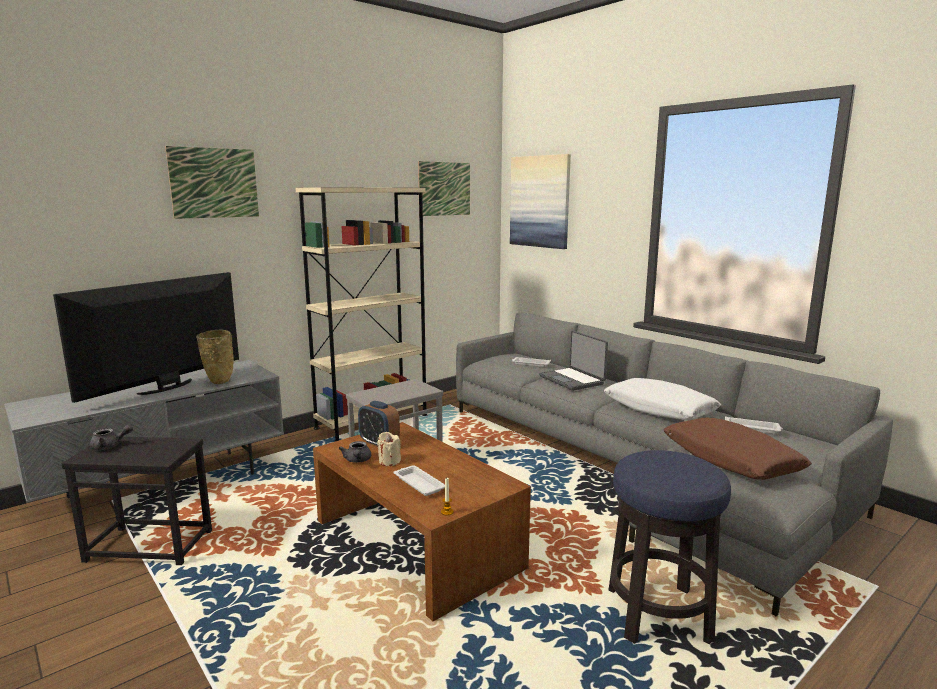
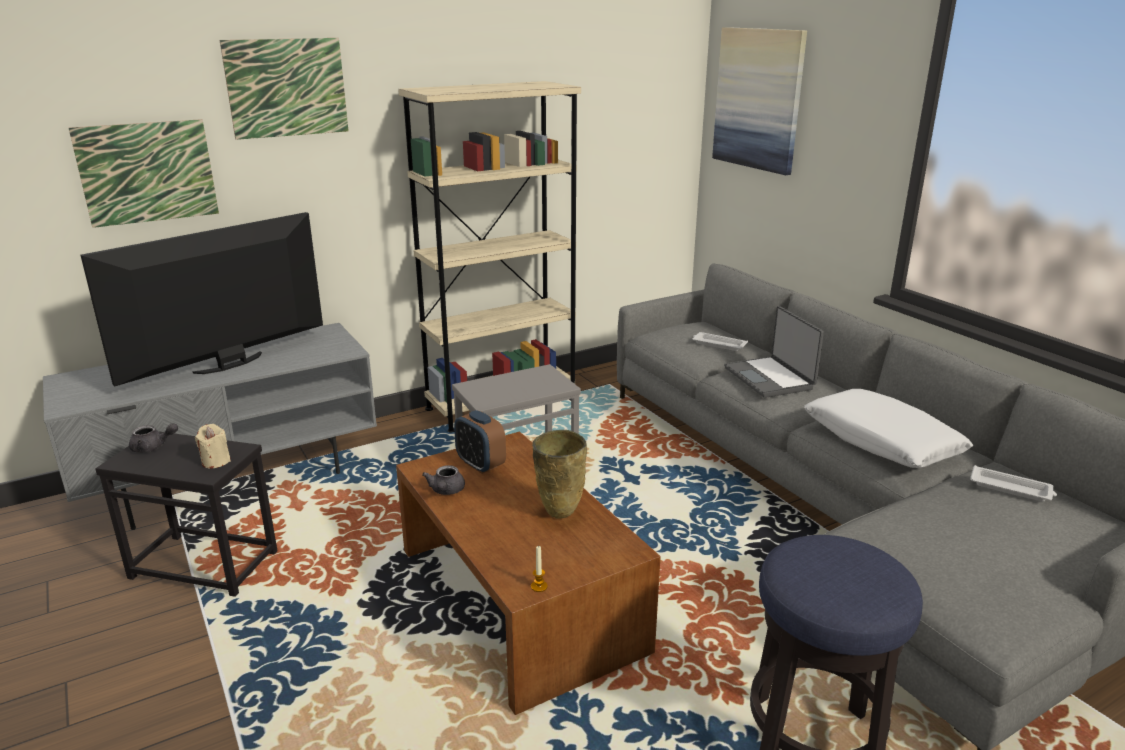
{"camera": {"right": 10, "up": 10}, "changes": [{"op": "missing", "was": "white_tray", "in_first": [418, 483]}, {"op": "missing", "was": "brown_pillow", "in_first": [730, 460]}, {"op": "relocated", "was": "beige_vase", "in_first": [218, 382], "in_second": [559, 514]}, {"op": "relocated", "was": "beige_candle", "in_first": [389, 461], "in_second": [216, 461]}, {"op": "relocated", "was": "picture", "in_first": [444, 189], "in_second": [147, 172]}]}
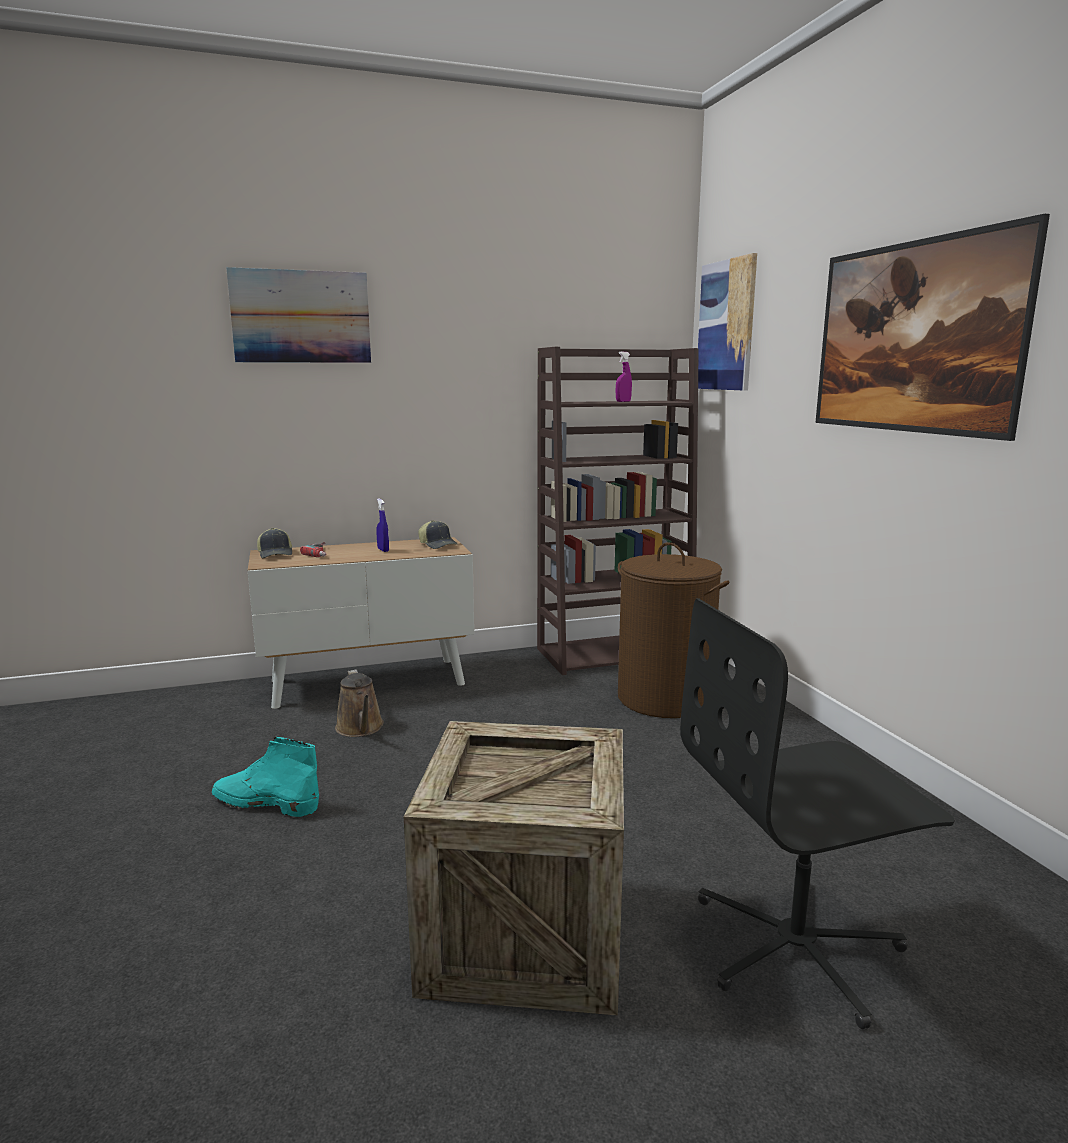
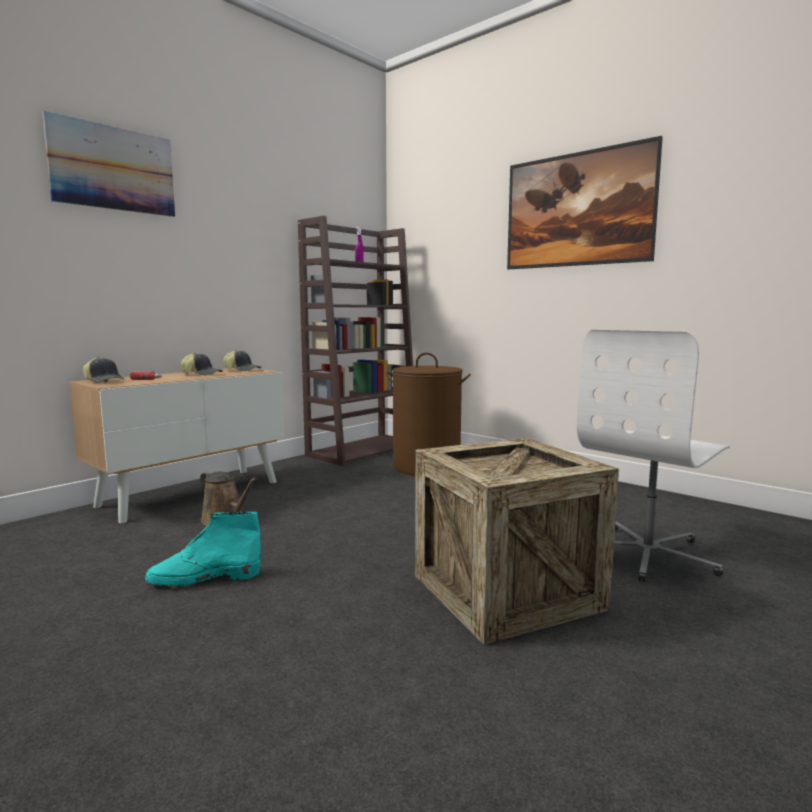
{"camera": {"right": -30, "up": -5}, "changes": [{"op": "missing", "was": "picture", "in_first": [726, 326]}, {"op": "exchanged", "was": "blue_spray_bottle", "now": "cap", "in_first": [383, 550], "in_second": [202, 374]}, {"op": "colour", "was": "black_office_chair", "now": "white_office_chair", "in_first": [797, 947], "in_second": [648, 554]}]}
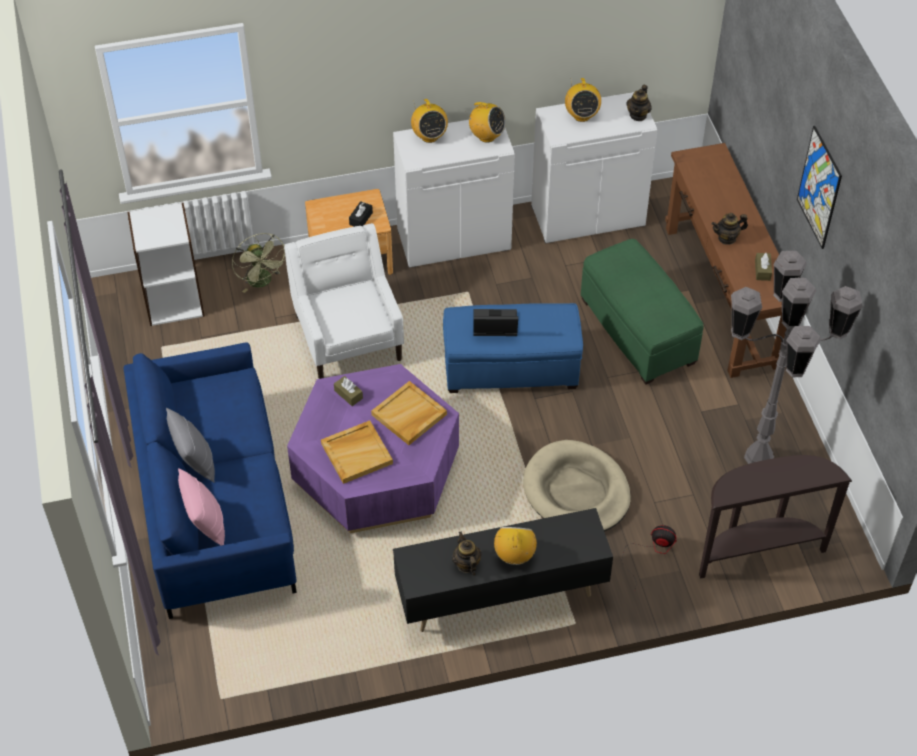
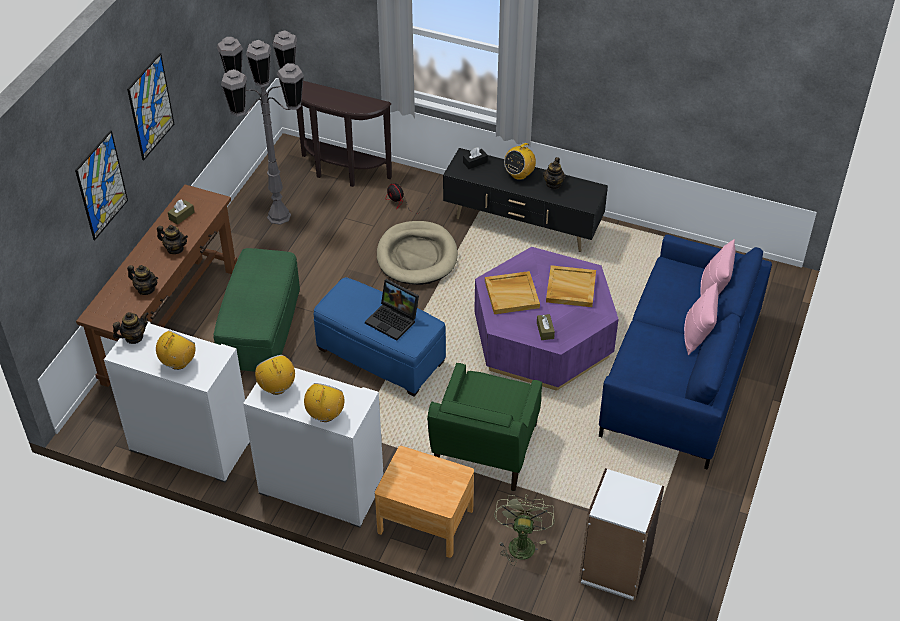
{"camera": {"right": -145, "up": -5}, "changes": [{"op": "appeared", "now": "picture", "in_second": [101, 185]}, {"op": "appeared", "now": "teapot", "in_second": [146, 289]}, {"op": "relocated", "was": "black_tissue_box", "in_first": [361, 219], "in_second": [475, 162]}, {"op": "colour", "was": "grey_pillow", "now": "pink_pillow", "in_first": [195, 461], "in_second": [697, 335]}, {"op": "colour", "was": "white_armchair", "now": "green_armchair", "in_first": [348, 336], "in_second": [484, 450]}]}
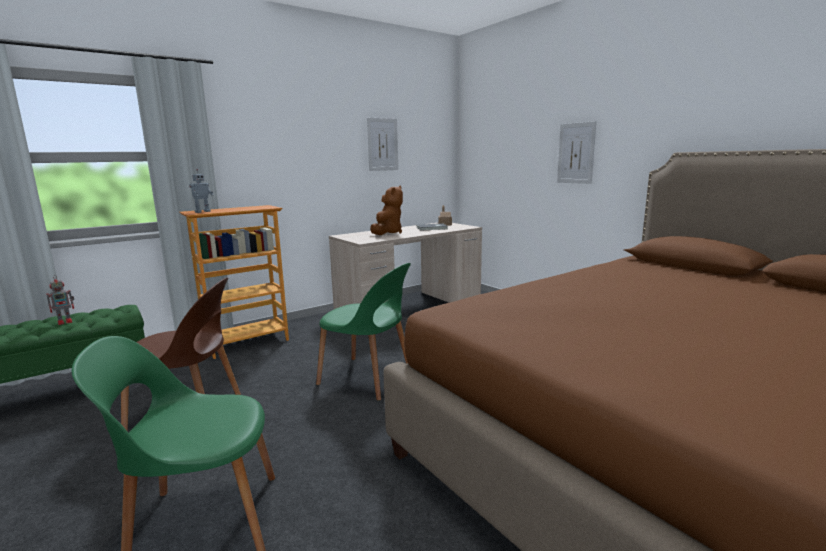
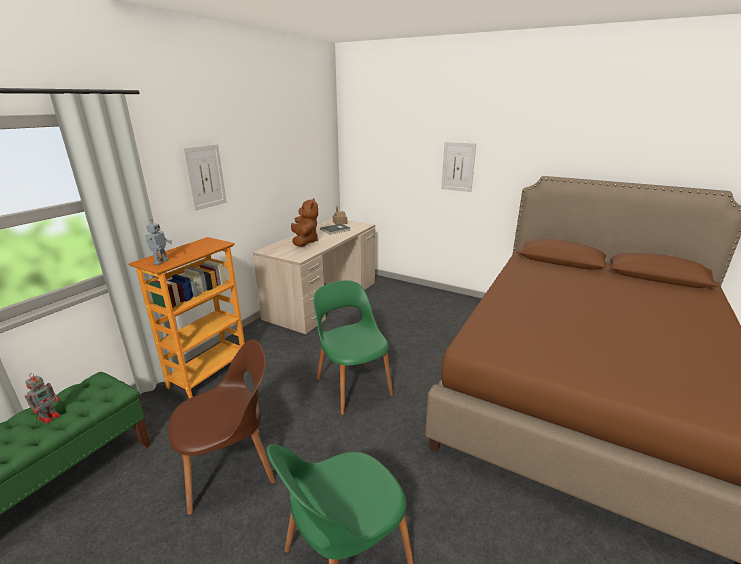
{"camera": {"right": -25, "up": 10}, "changes": [{"op": "relocated", "was": "picture", "in_first": [382, 144], "in_second": [205, 177]}, {"op": "spun", "was": "green_chair", "in_first": [367, 378], "in_second": [353, 385], "clockwise": -120}]}
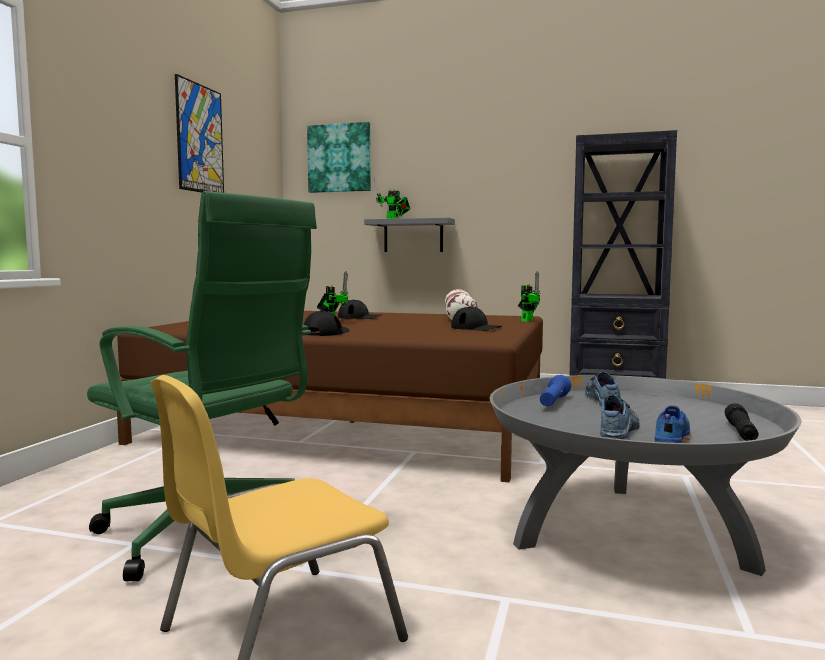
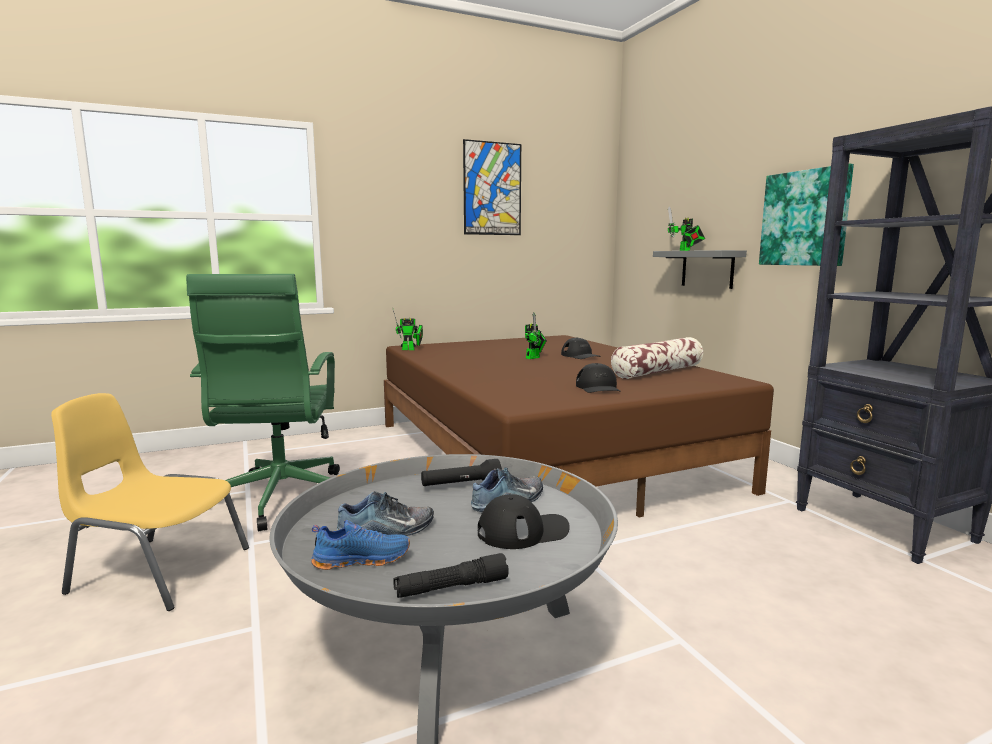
{"camera": {"right": 50, "up": 5}, "changes": [{"op": "relocated", "was": "black_cap", "in_first": [326, 333], "in_second": [523, 531]}, {"op": "relocated", "was": "picture", "in_first": [339, 158], "in_second": [804, 218]}, {"op": "relocated", "was": "toy_robot", "in_first": [528, 320], "in_second": [410, 349]}, {"op": "colour", "was": "blue_flashlight", "now": "black_flashlight", "in_first": [553, 402], "in_second": [461, 485]}]}
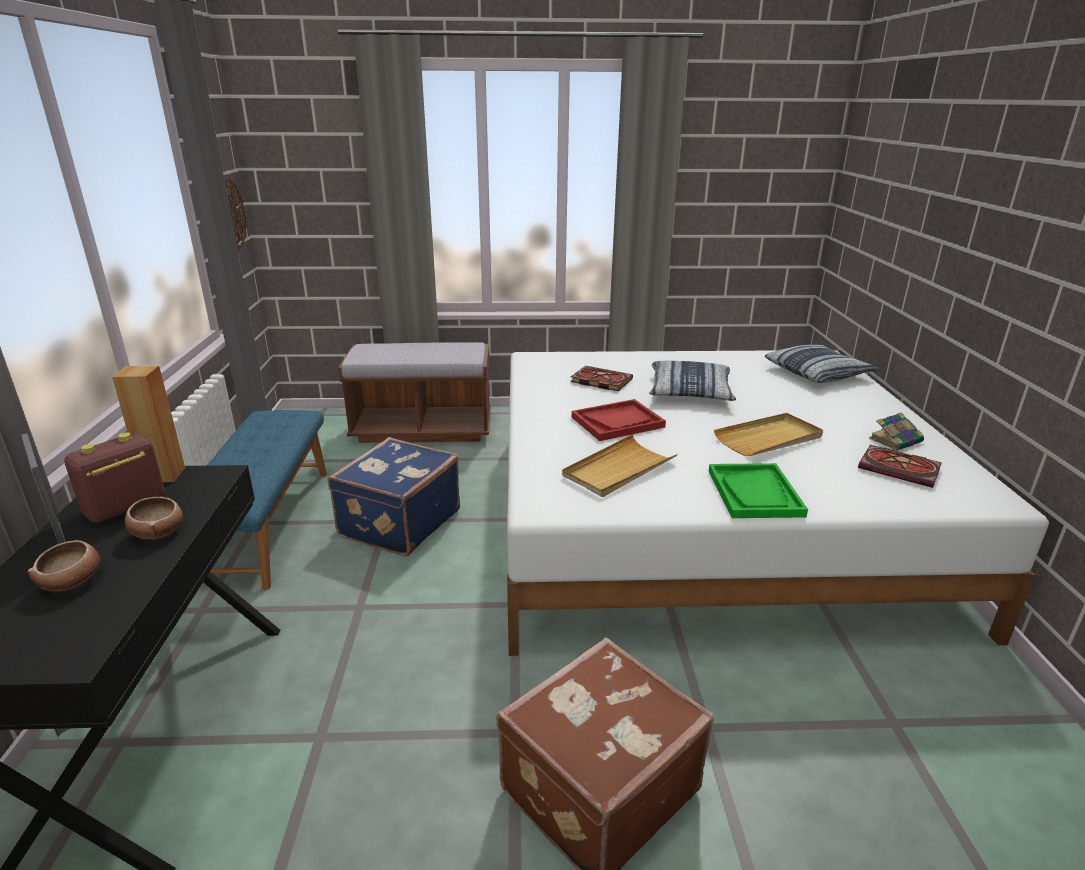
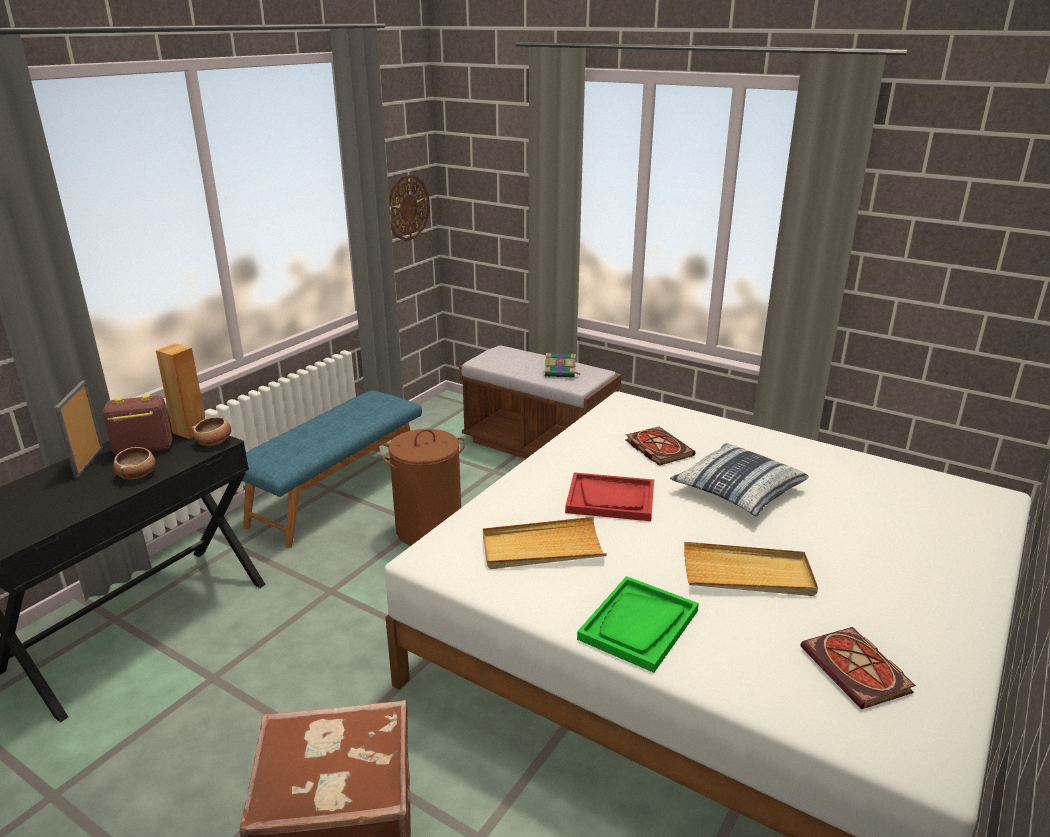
{"camera": {"right": 35, "up": 0}, "changes": [{"op": "missing", "was": "pillow", "in_first": [818, 373]}, {"op": "relocated", "was": "bowl", "in_first": [73, 581], "in_second": [214, 442]}, {"op": "relocated", "was": "book", "in_first": [896, 440], "in_second": [561, 372]}, {"op": "exchanged", "was": "blue_suitcase", "now": "brown_laundry_basket", "in_first": [398, 523], "in_second": [428, 530]}]}
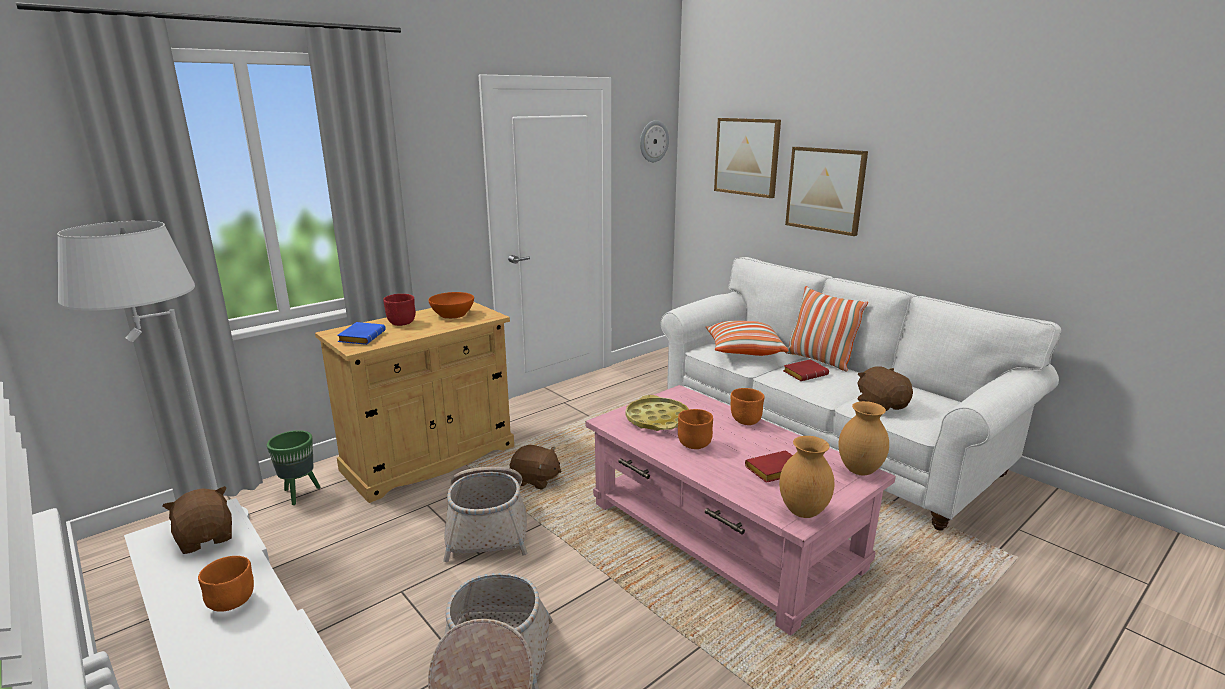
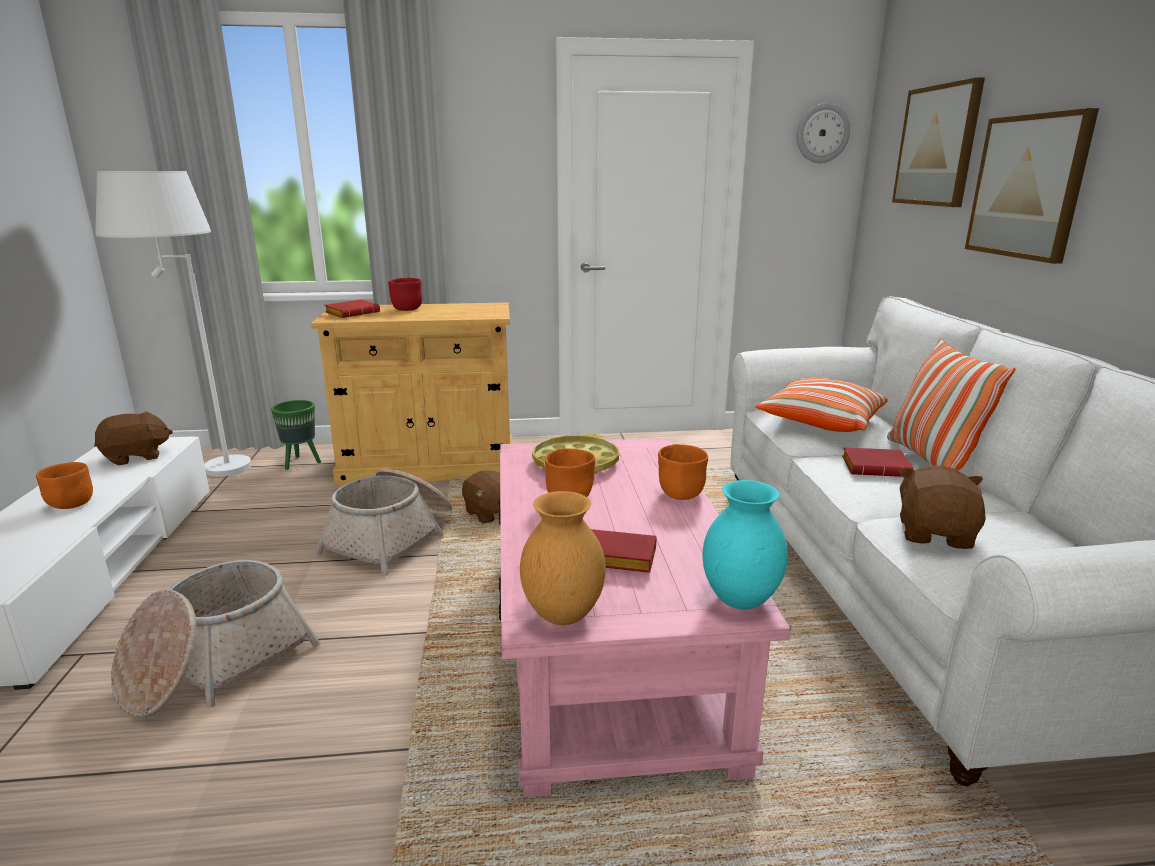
{"camera": {"right": 35, "up": 0}, "changes": [{"op": "missing", "was": "orange_bowl", "in_first": [453, 314]}, {"op": "colour", "was": "blue_book", "now": "red_book", "in_first": [361, 337], "in_second": [353, 313]}, {"op": "colour", "was": "brown_vase", "now": "turquoise_vase", "in_first": [860, 471], "in_second": [741, 601]}, {"op": "spun", "was": "brown_plush_toy", "in_first": [206, 538], "in_second": [136, 457], "clockwise": 60}]}
